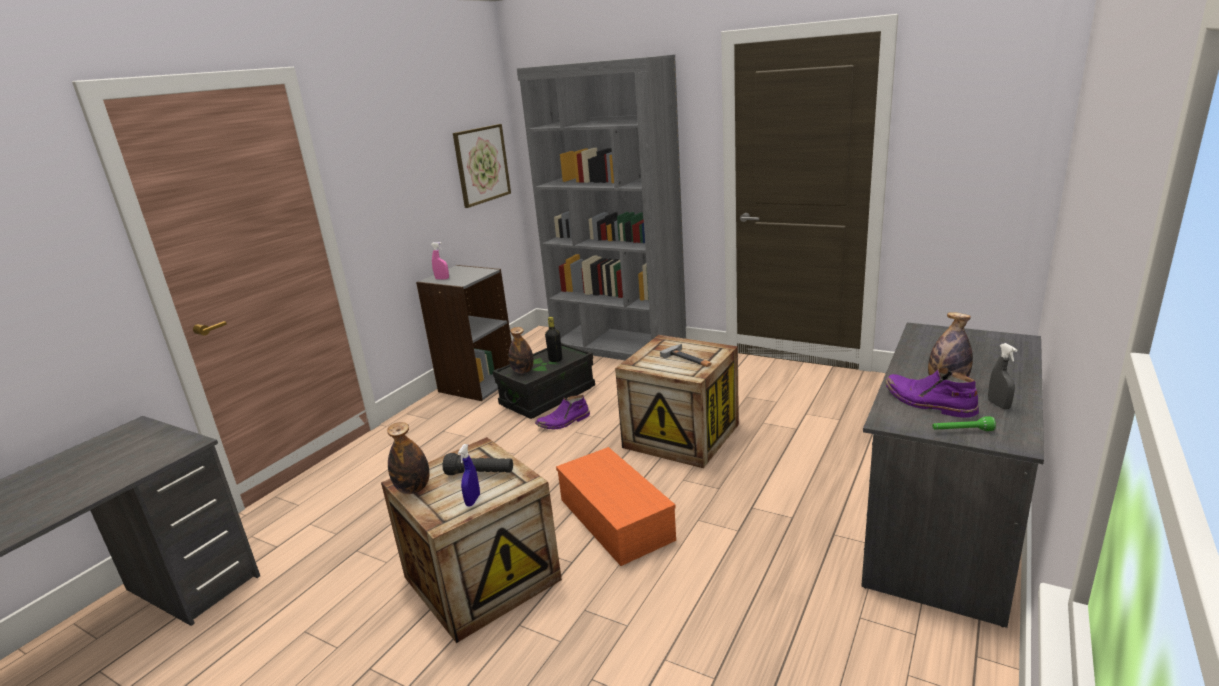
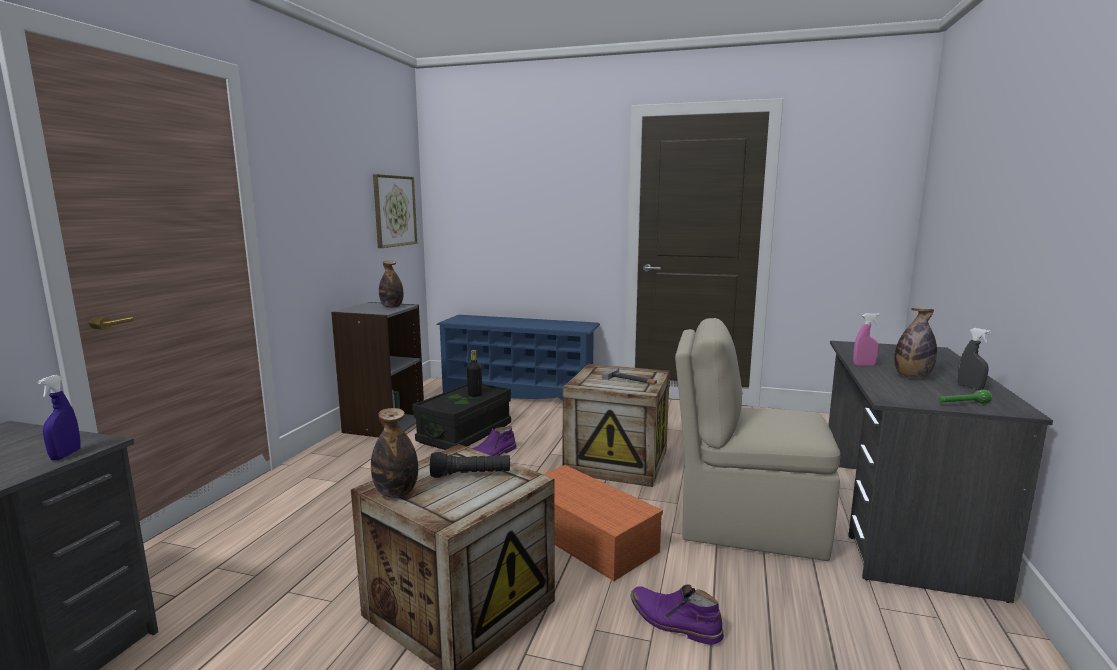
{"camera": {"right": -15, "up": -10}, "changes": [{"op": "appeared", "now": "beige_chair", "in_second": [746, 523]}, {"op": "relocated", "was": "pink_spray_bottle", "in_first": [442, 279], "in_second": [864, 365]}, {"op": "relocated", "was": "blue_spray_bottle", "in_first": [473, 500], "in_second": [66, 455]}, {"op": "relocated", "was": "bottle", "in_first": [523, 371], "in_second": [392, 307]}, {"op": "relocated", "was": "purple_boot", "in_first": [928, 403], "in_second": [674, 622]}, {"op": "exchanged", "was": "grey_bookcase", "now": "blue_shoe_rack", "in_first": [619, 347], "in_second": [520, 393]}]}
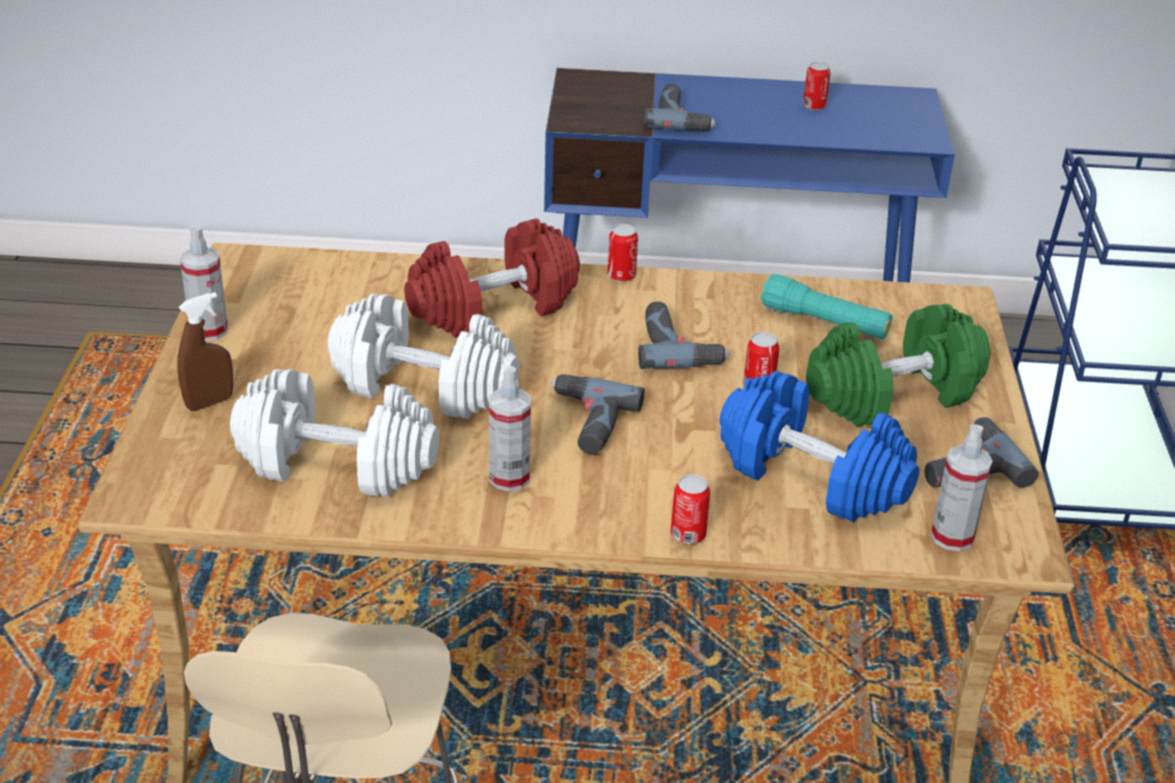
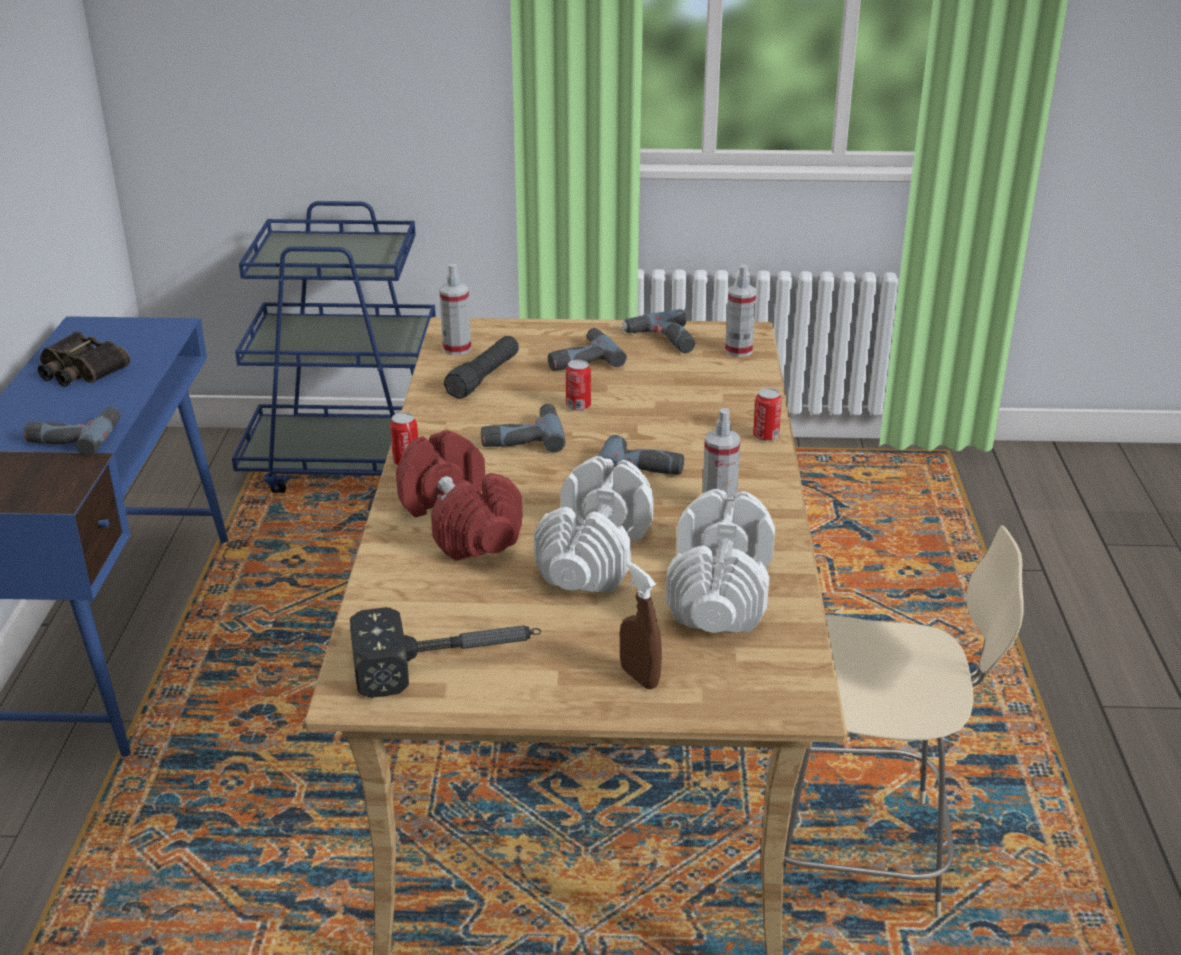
{"camera": {"right": -90, "up": -5}, "changes": [{"op": "missing", "was": "blue_dumbbell", "in_first": [813, 476]}, {"op": "appeared", "now": "hammer", "in_second": [449, 662]}, {"op": "relocated", "was": "spray_bottle", "in_first": [209, 330], "in_second": [457, 349]}, {"op": "exchanged", "was": "can", "now": "binoculars", "in_first": [814, 106], "in_second": [79, 370]}, {"op": "exchanged", "was": "green_dumbbell", "now": "power_drill", "in_first": [893, 393], "in_second": [580, 358]}, {"op": "colour", "was": "turquoise_flashlight", "now": "black_flashlight", "in_first": [824, 322], "in_second": [484, 377]}]}
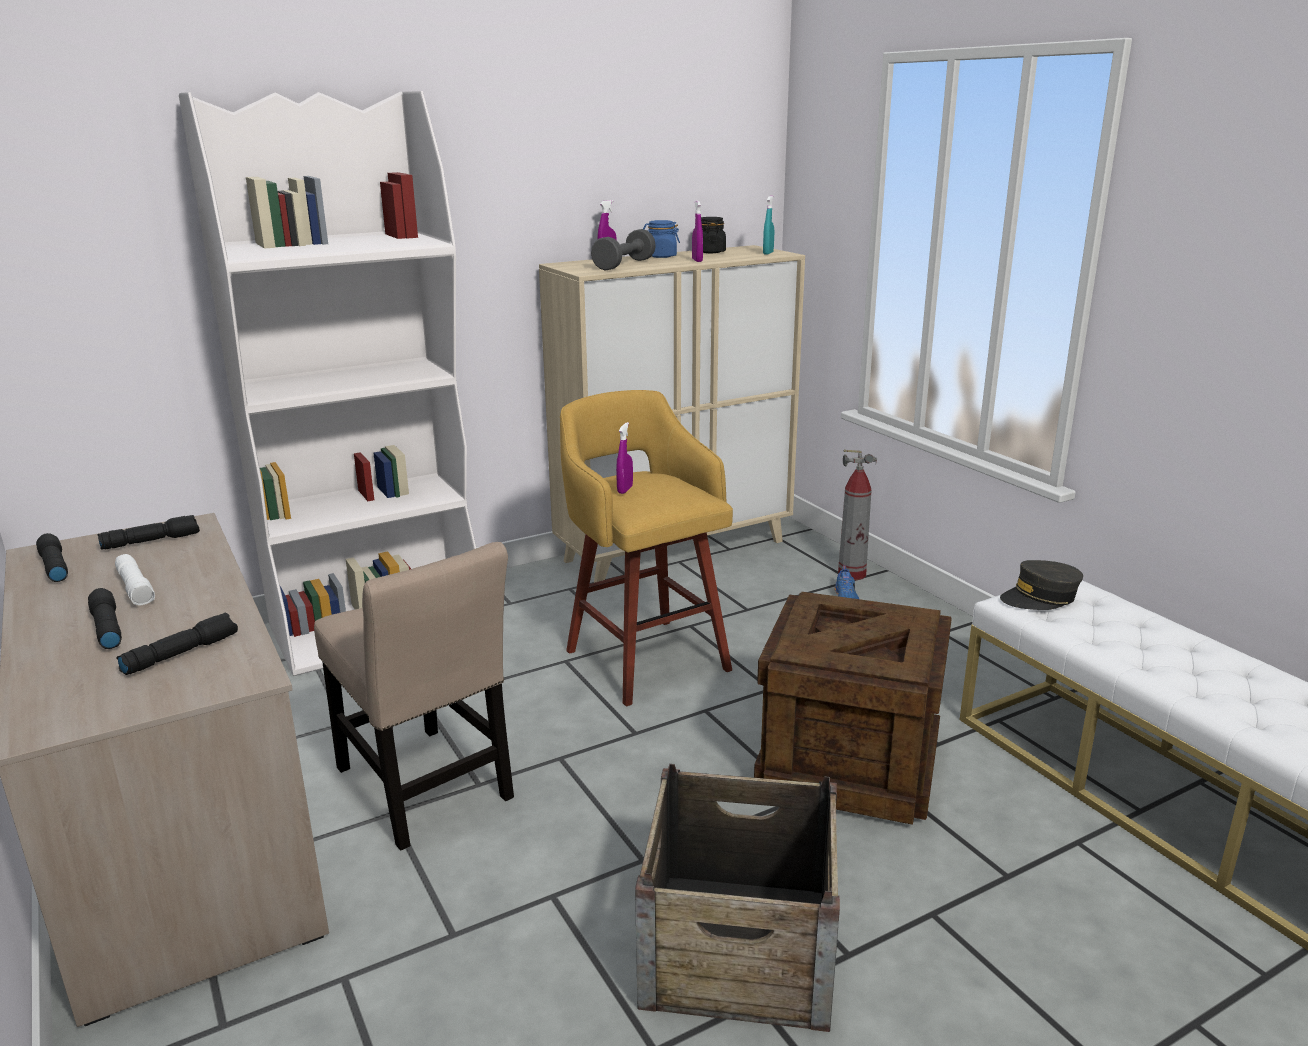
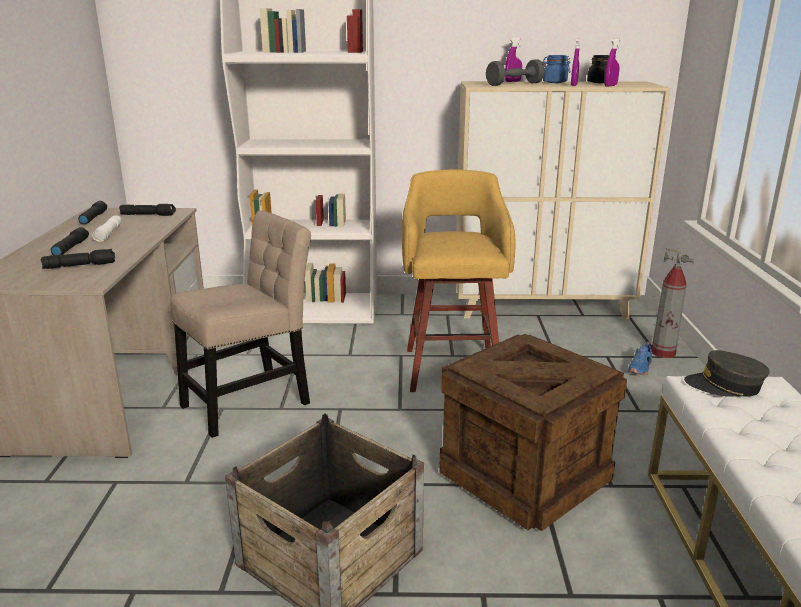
{"camera": {"right": 30, "up": 0}, "changes": [{"op": "missing", "was": "turquoise_spray_bottle", "in_first": [768, 253]}, {"op": "relocated", "was": "purple_spray_bottle", "in_first": [625, 490], "in_second": [610, 86]}, {"op": "spun", "was": "beige_chair", "in_first": [426, 789], "in_second": [251, 401], "clockwise": -120}]}
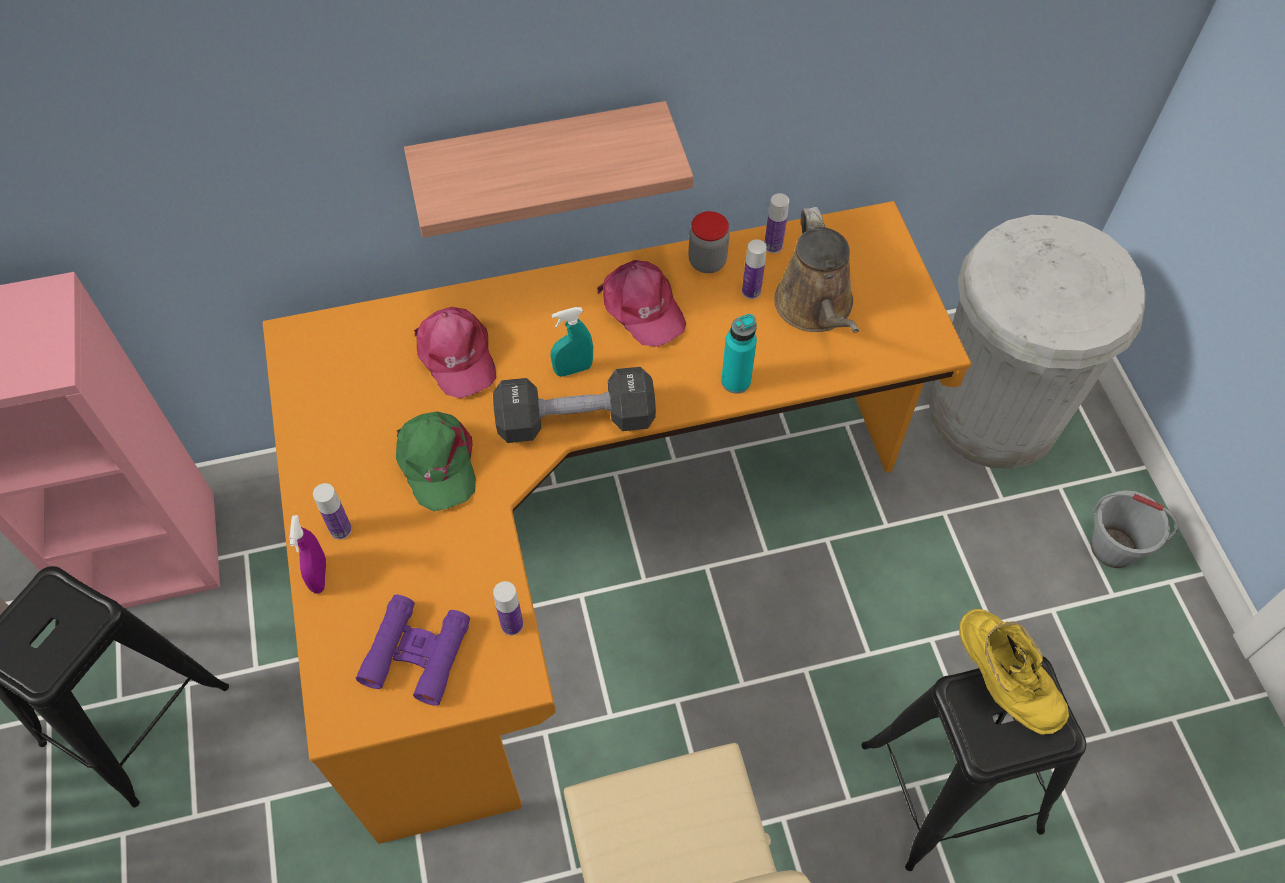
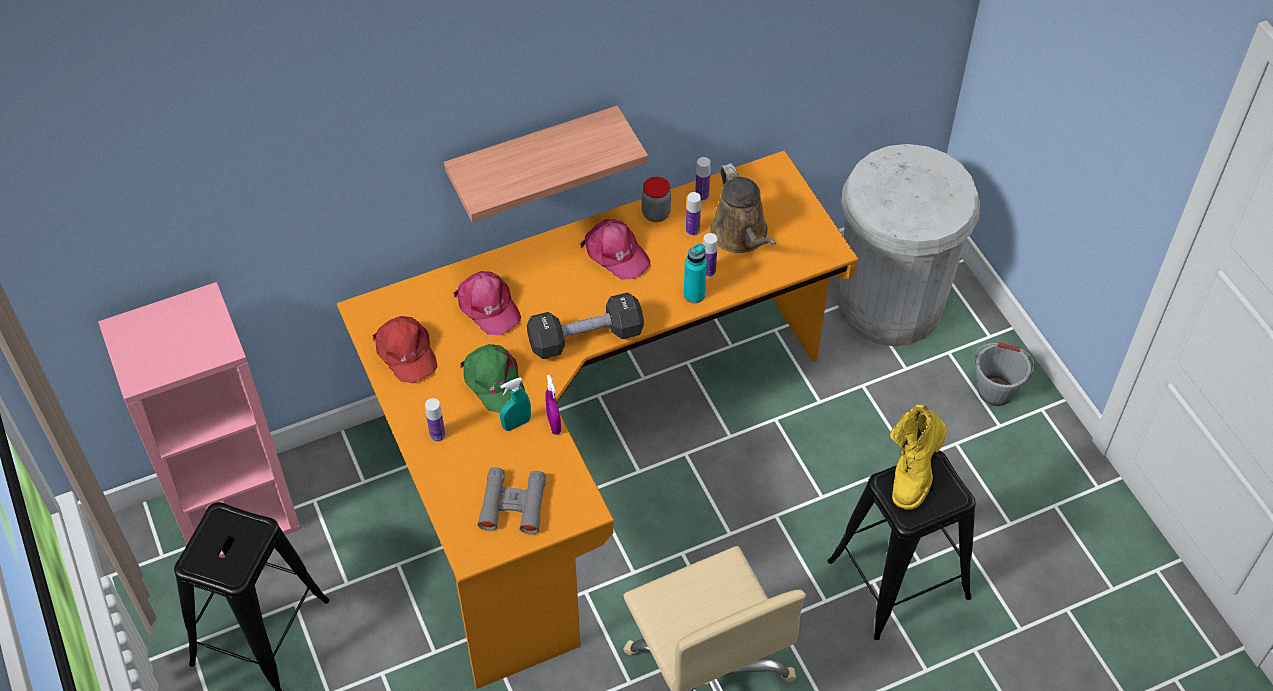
{"camera": {"right": -10, "up": -5}, "changes": [{"op": "appeared", "now": "red_cap", "in_second": [405, 352]}, {"op": "relocated", "was": "purple_spray_bottle", "in_first": [319, 576], "in_second": [554, 424]}, {"op": "relocated", "was": "bottle", "in_first": [512, 624], "in_second": [708, 271]}, {"op": "relocated", "was": "turquoise_spray_bottle", "in_first": [573, 369], "in_second": [516, 424]}, {"op": "colour", "was": "purple_binoculars", "now": "grey_binoculars", "in_first": [416, 653], "in_second": [513, 505]}, {"op": "spun", "was": "yellow_boot", "in_first": [1001, 684], "in_second": [913, 472], "clockwise": 75}]}
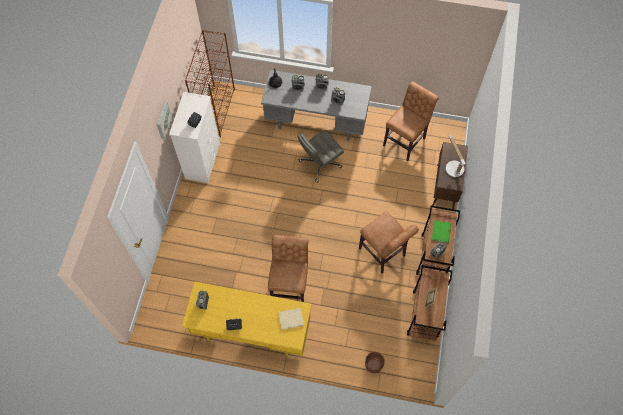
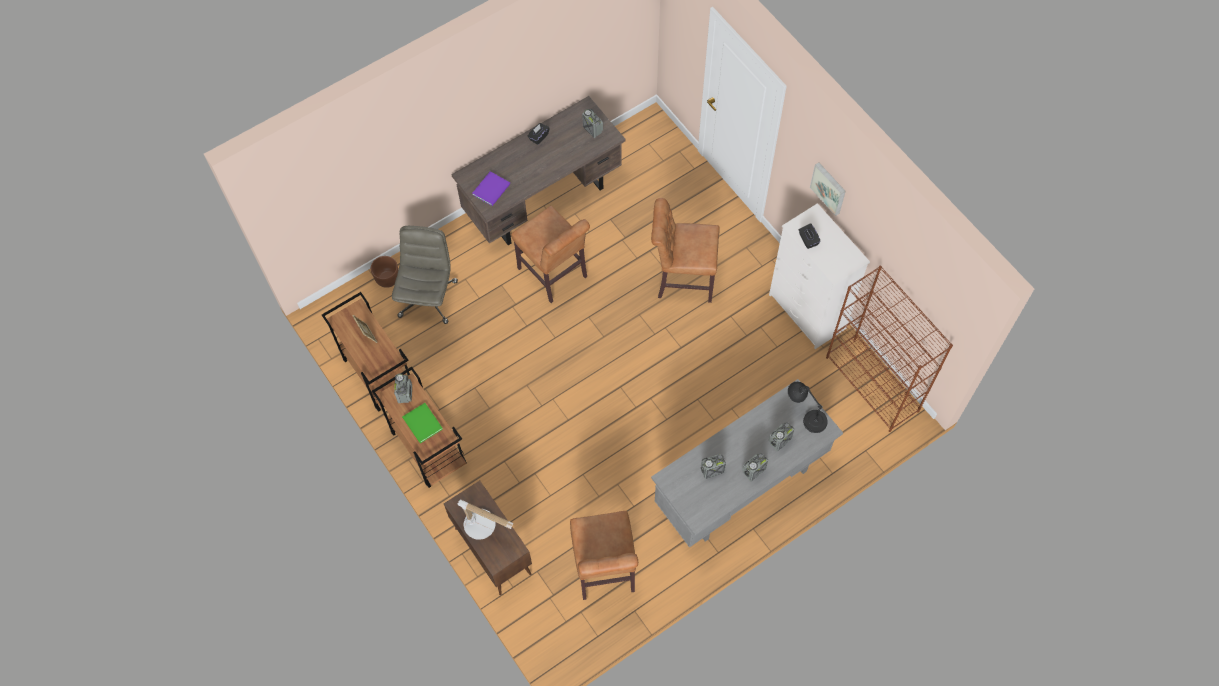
{"camera": {"right": 135, "up": 0}, "changes": [{"op": "relocated", "was": "grey_office_chair", "in_first": [319, 164], "in_second": [428, 298]}, {"op": "relocated", "was": "brown_chair", "in_first": [383, 254], "in_second": [682, 279]}, {"op": "colour", "was": "yellow_desk", "now": "brown_desk", "in_first": [251, 332], "in_second": [543, 199]}, {"op": "colour", "was": "beige_book", "now": "purple_book", "in_first": [290, 318], "in_second": [492, 189]}]}
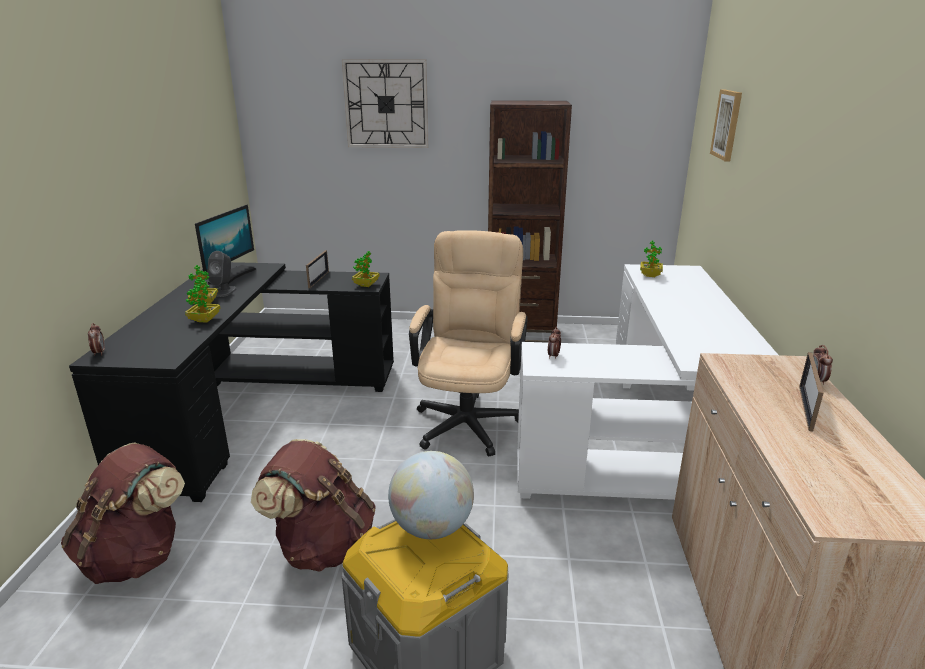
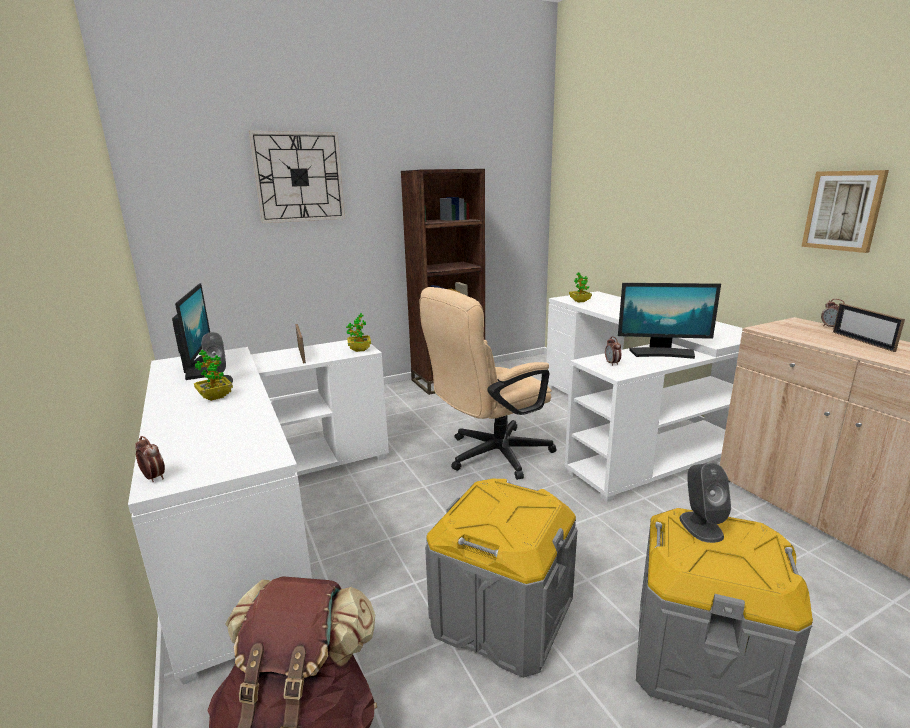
{"camera": {"right": -30, "up": -5}, "changes": [{"op": "missing", "was": "potted_plant", "in_first": [204, 320]}, {"op": "appeared", "now": "monitor", "in_second": [662, 353]}, {"op": "relocated", "was": "picture", "in_first": [727, 124], "in_second": [843, 210]}, {"op": "exchanged", "was": "brown_backpack", "now": "grey_storage_box", "in_first": [322, 546], "in_second": [501, 616]}, {"op": "exchanged", "was": "globe", "now": "grey_speaker", "in_first": [432, 528], "in_second": [700, 526]}, {"op": "colour", "was": "black_desk", "now": "white_desk", "in_first": [254, 407], "in_second": [264, 515]}, {"op": "spun", "was": "beige_office_chair", "in_first": [469, 418], "in_second": [490, 456], "clockwise": -105}]}
